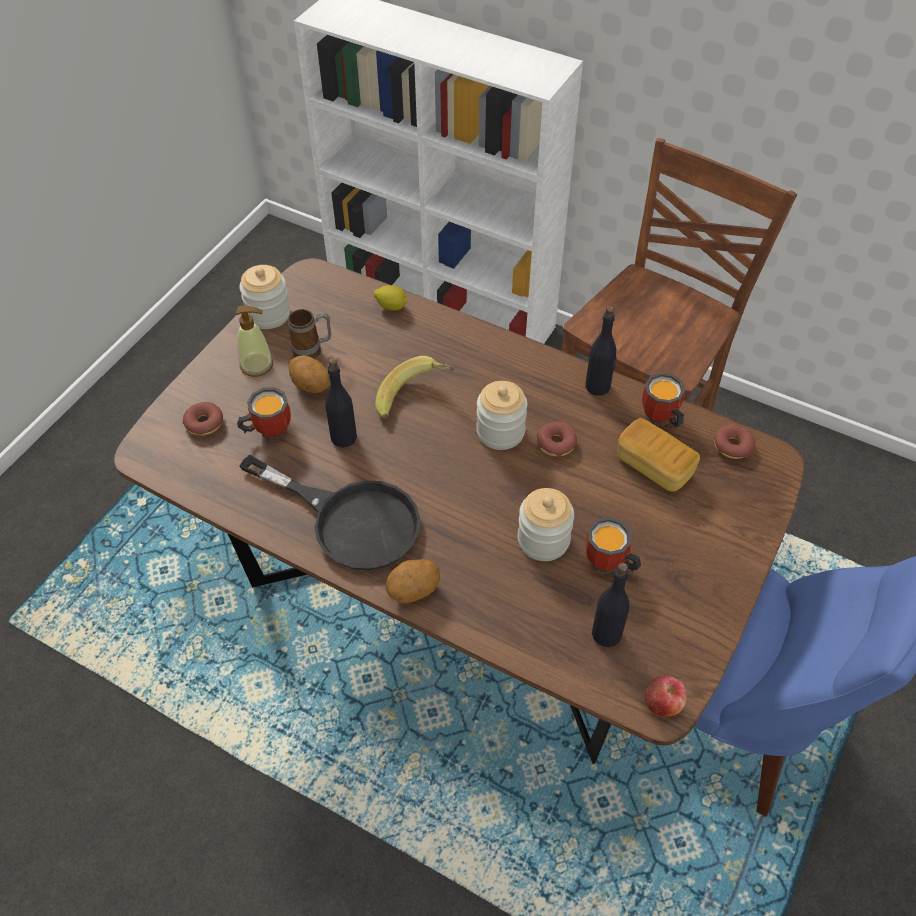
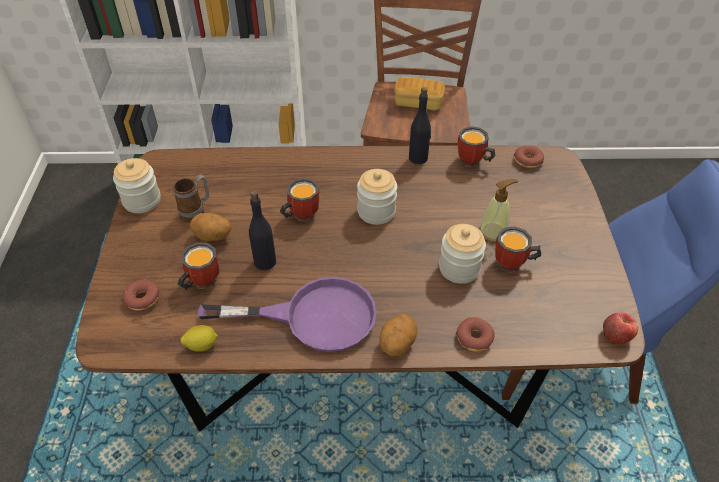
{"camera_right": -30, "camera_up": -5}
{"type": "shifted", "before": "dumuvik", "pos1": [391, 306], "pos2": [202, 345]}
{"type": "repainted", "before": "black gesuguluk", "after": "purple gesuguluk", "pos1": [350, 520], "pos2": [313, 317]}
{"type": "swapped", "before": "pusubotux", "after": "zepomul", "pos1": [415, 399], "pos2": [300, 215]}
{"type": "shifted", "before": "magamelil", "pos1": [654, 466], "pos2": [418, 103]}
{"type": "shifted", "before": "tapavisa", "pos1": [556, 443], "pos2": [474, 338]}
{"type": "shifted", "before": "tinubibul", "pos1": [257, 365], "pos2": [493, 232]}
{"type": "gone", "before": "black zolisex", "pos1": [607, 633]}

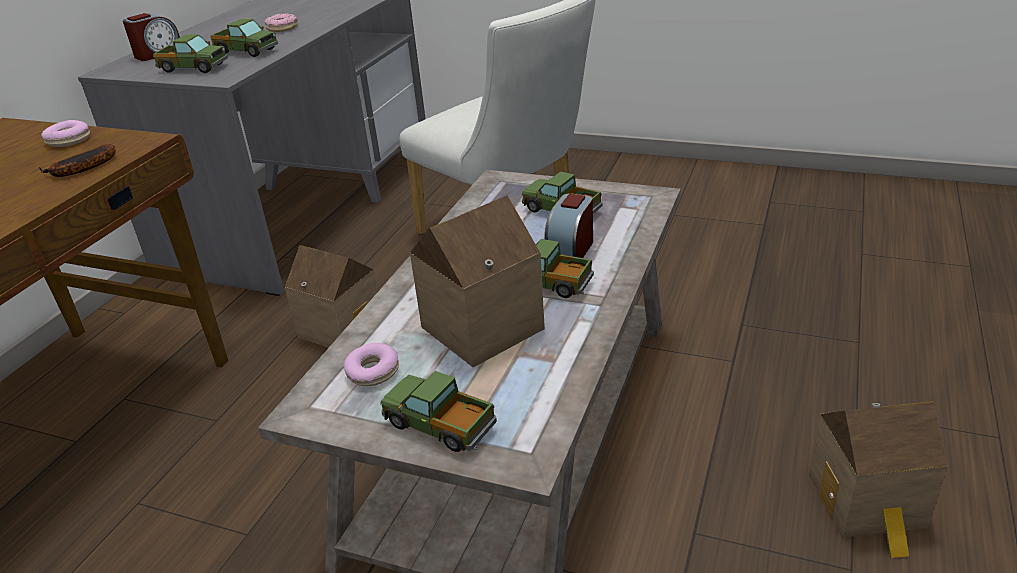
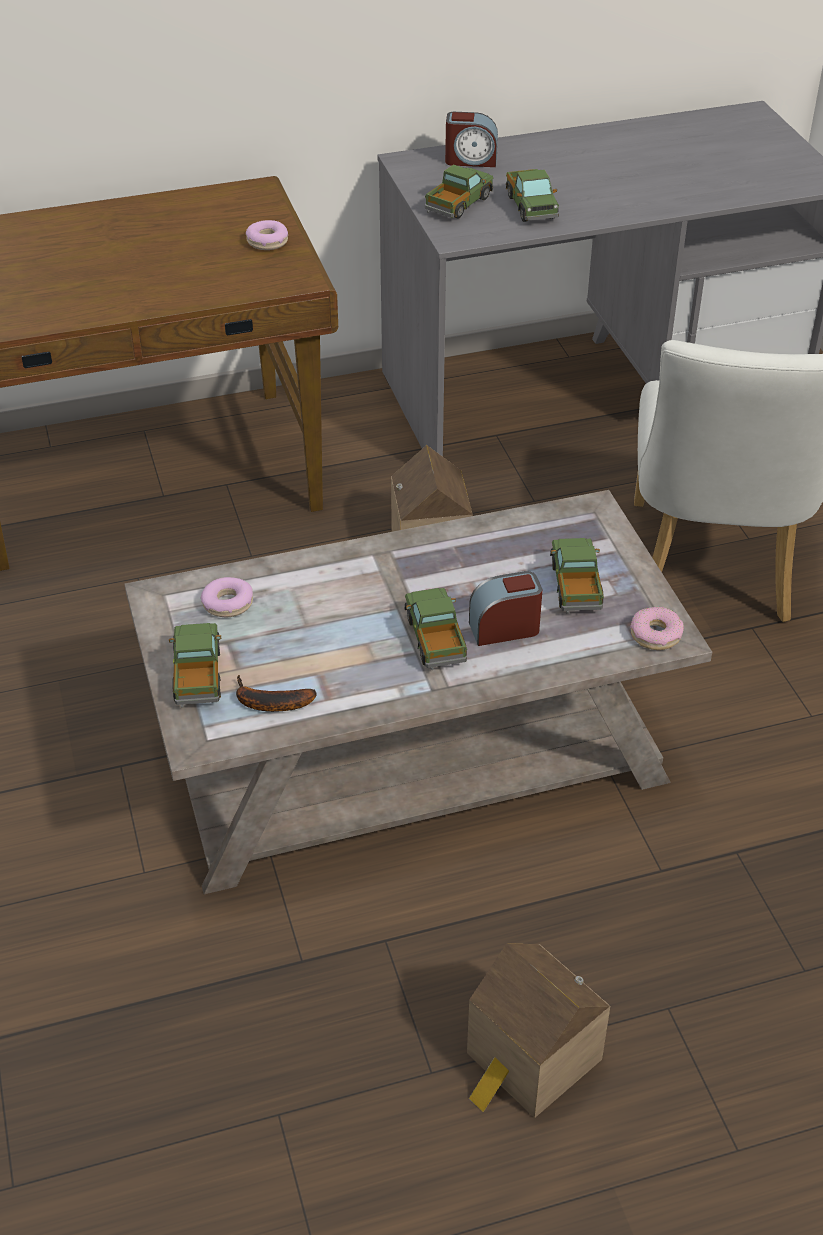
{"camera_right": 50, "camera_up": 10}
{"type": "shifted", "before": "pusubotux", "pos1": [81, 169], "pos2": [268, 703]}
{"type": "rotated", "before": "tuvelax", "pos1": [193, 68], "pos2": [459, 204], "turn": -120}
{"type": "shifted", "before": "tapavisa", "pos1": [282, 28], "pos2": [655, 634]}
{"type": "gone", "before": "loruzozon", "pos1": [477, 326]}

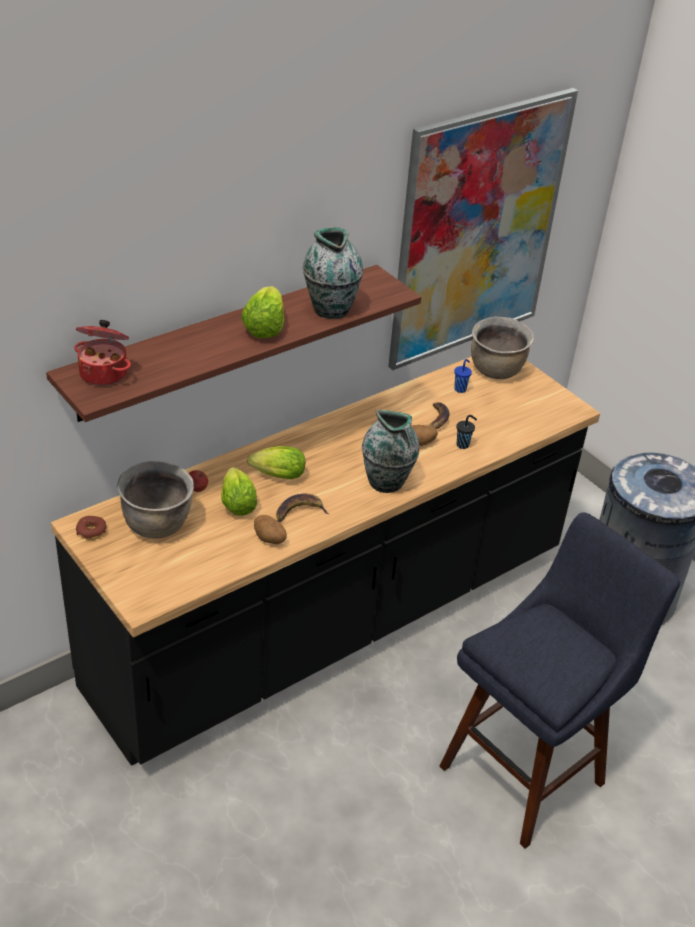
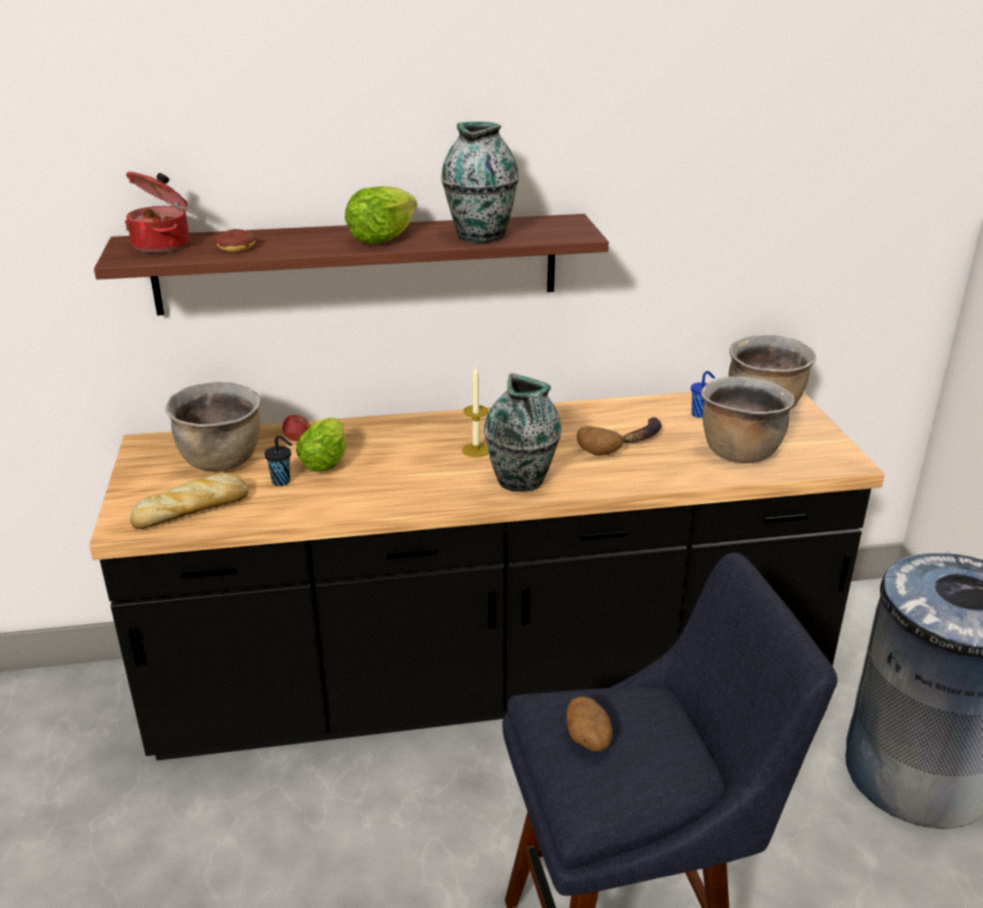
{"camera_right": 30, "camera_up": -10}
{"type": "new", "after": "magamelil", "pos2": [194, 509]}
{"type": "shifted", "before": "tapavisa", "pos1": [91, 531], "pos2": [236, 247]}
{"type": "shifted", "before": "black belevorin", "pos1": [463, 445], "pos2": [282, 481]}
{"type": "new", "after": "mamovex", "pos2": [476, 450]}
{"type": "shifted", "before": "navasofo", "pos1": [270, 539], "pos2": [589, 740]}
{"type": "new", "after": "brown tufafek", "pos2": [739, 452]}
{"type": "gone", "before": "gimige", "pos1": [275, 475]}
{"type": "gone", "before": "pusubotux", "pos1": [299, 511]}
{"type": "gone", "before": "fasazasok", "pos1": [477, 231]}

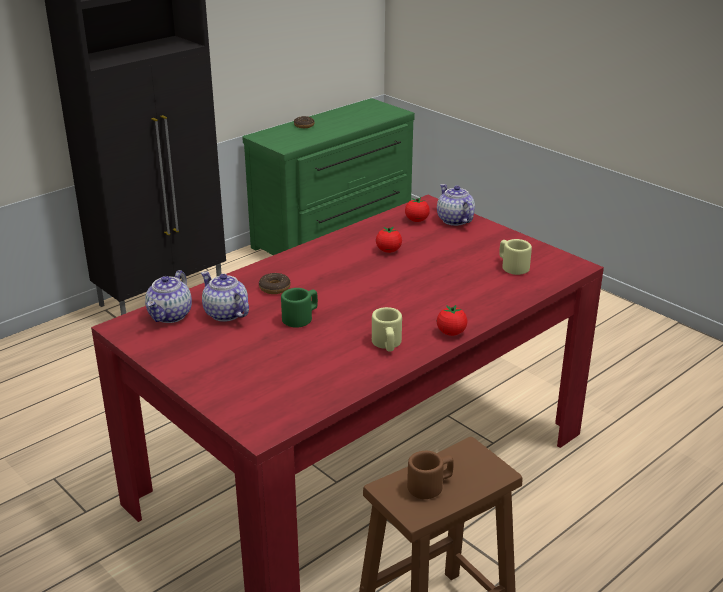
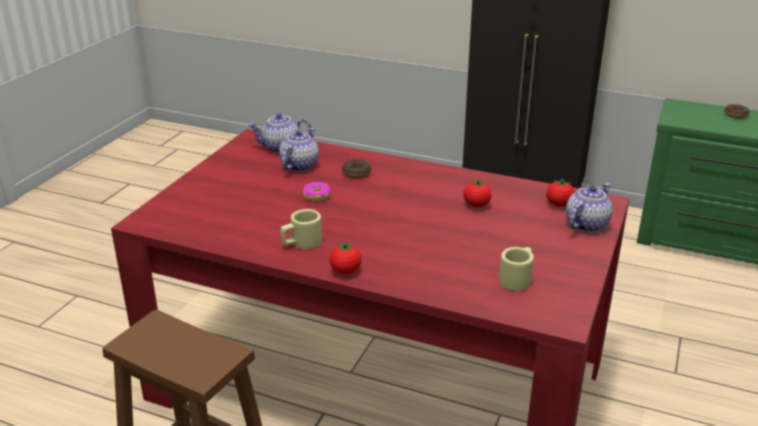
{"camera_right": 65, "camera_up": 0}
{"type": "swapped", "before": "green zepomul", "after": "tapavisa", "pos1": [301, 318], "pos2": [316, 196]}
{"type": "gone", "before": "brown zepomul", "pos1": [430, 485]}

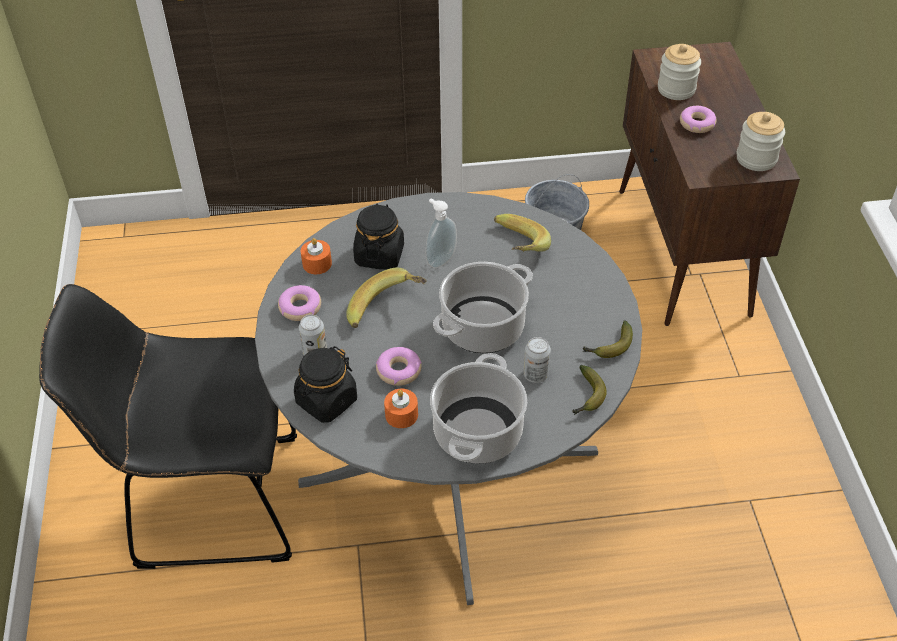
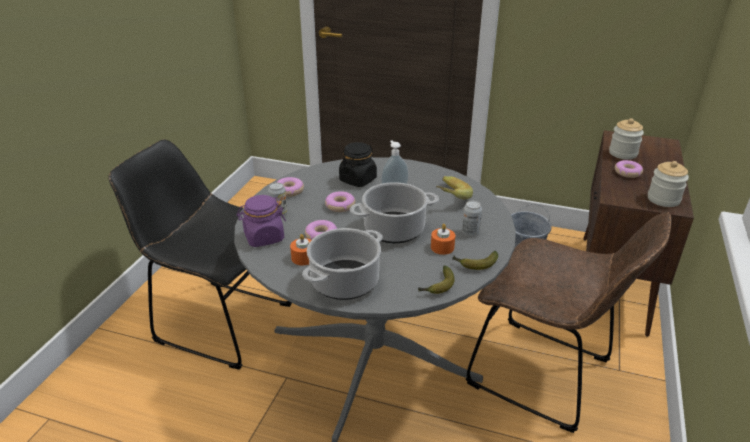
{"camera_right": 25, "camera_up": -15}
{"type": "repainted", "before": "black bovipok", "after": "purple bovipok", "pos1": [326, 401], "pos2": [264, 237]}
{"type": "swapped", "before": "pusubotux", "after": "tapavisa", "pos1": [387, 311], "pos2": [340, 206]}
{"type": "shifted", "before": "orange mamovex", "pos1": [317, 263], "pos2": [442, 247]}
{"type": "shifted", "before": "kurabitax", "pos1": [535, 375], "pos2": [470, 232]}
{"type": "new", "after": "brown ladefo", "pos2": [546, 376]}

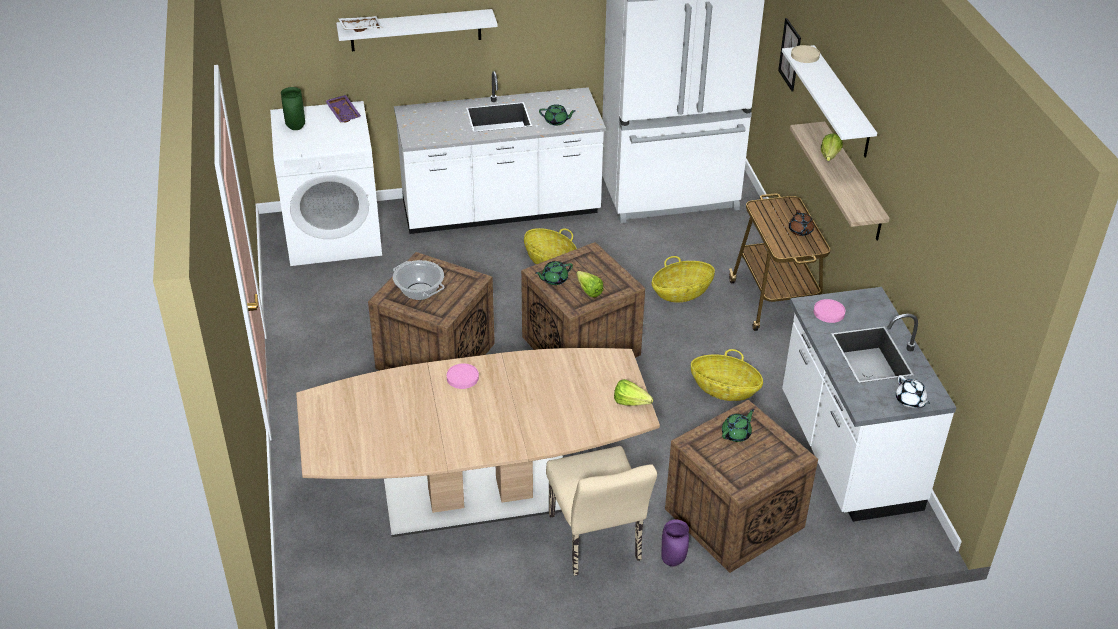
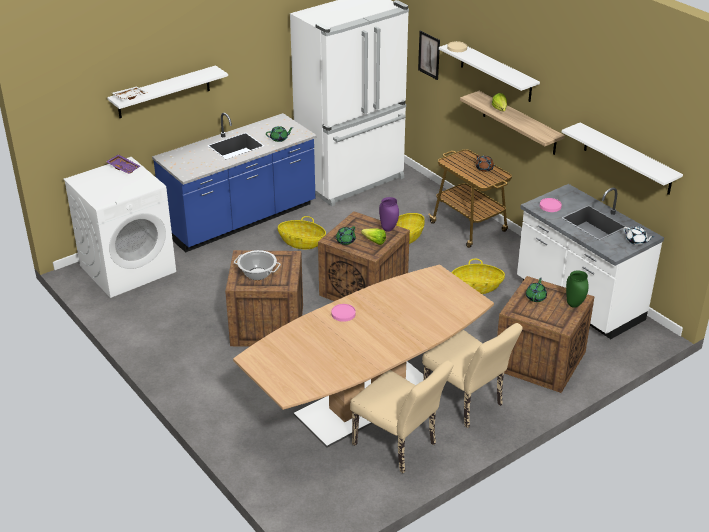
{"camera_right": -25, "camera_up": -5}
{"type": "repainted", "before": "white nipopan", "after": "blue nipopan", "pos1": [501, 210], "pos2": [241, 220]}
{"type": "new", "after": "beige ladefo", "pos2": [399, 447]}
{"type": "shifted", "before": "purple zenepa", "pos1": [673, 562], "pos2": [389, 229]}
{"type": "new", "after": "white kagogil", "pos2": [627, 159]}
{"type": "shifted", "before": "green zenepa", "pos1": [295, 127], "pos2": [574, 305]}
{"type": "gone", "before": "gimige", "pos1": [633, 404]}

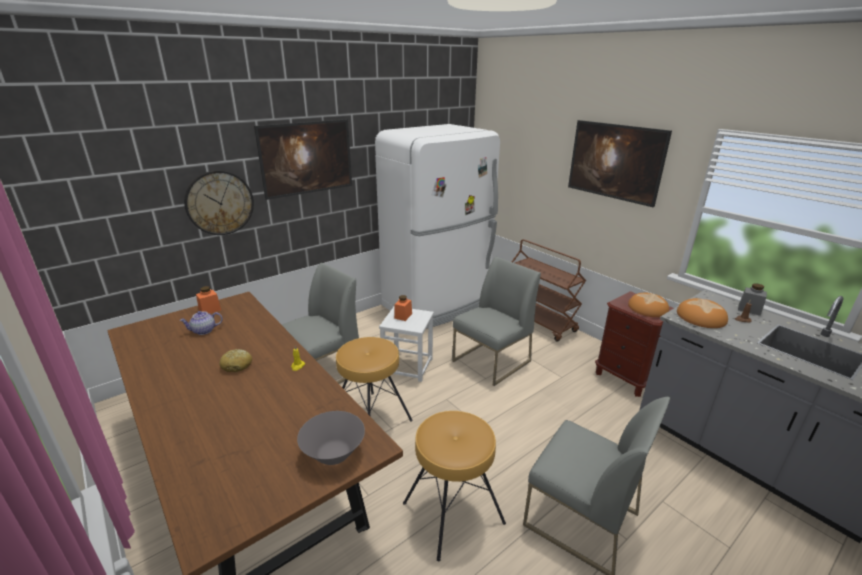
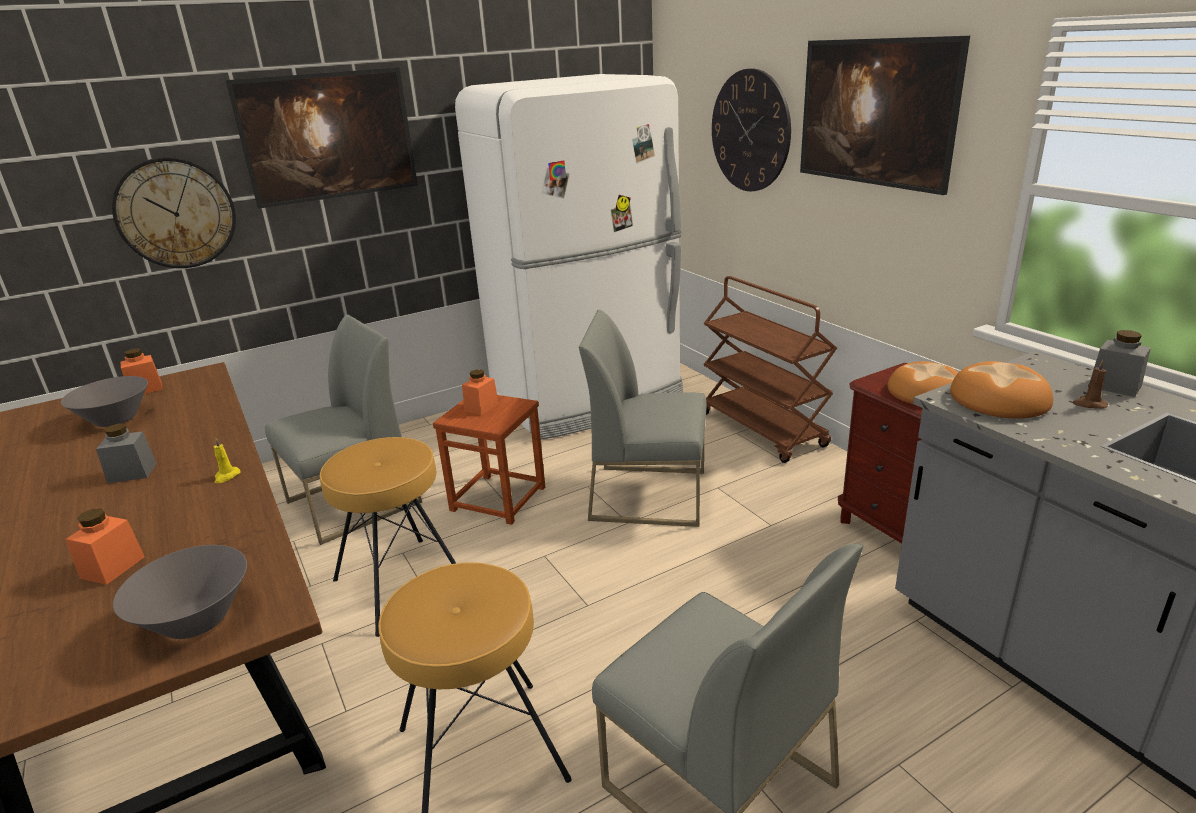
{"camera_right": 10, "camera_up": 0}
{"type": "swapped", "before": "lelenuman", "after": "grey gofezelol", "pos1": [203, 331], "pos2": [116, 420]}
{"type": "new", "after": "orange bovipok", "pos2": [113, 567]}
{"type": "swapped", "before": "magamelil", "after": "grey bovipok", "pos1": [237, 365], "pos2": [132, 473]}
{"type": "repainted", "before": "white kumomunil", "after": "brown kumomunil", "pos1": [408, 366], "pos2": [499, 498]}
{"type": "rotated", "before": "grey ladefo", "pos1": [491, 361], "pos2": [649, 494], "turn": -135}
{"type": "new", "after": "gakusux", "pos2": [750, 131]}

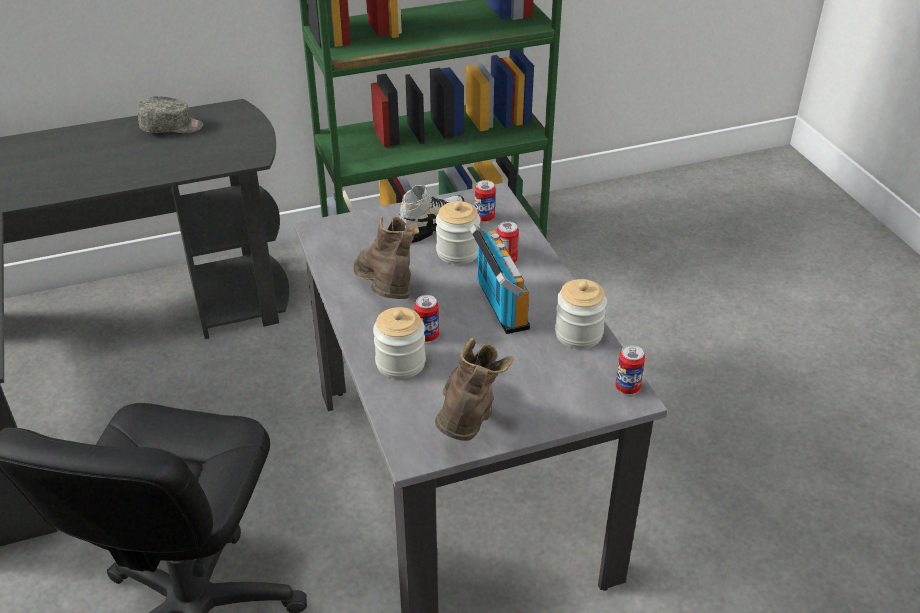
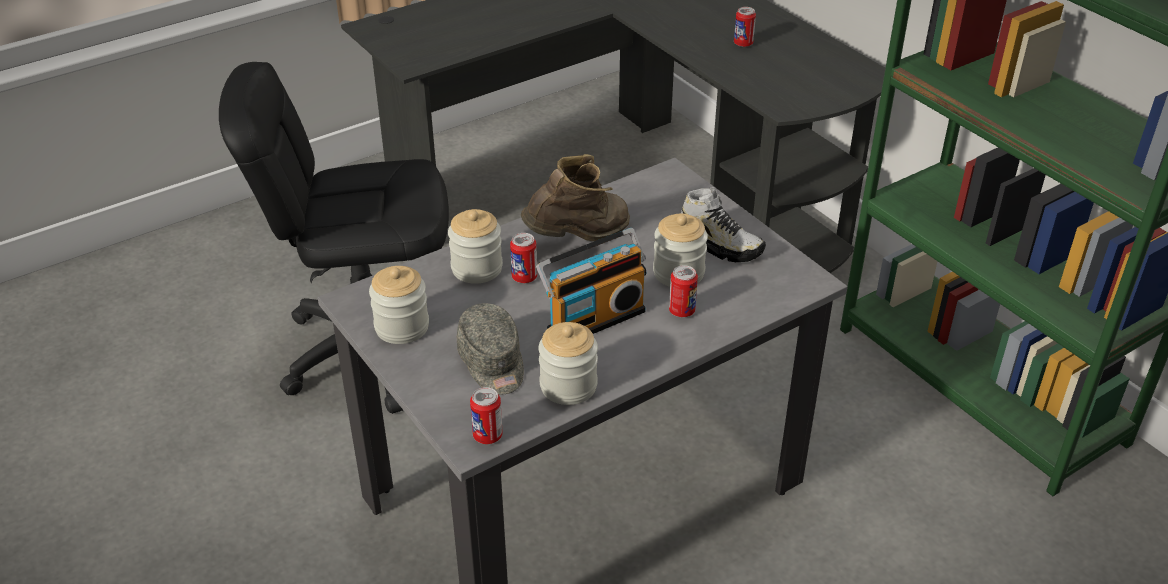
{"camera_right": 75, "camera_up": 0}
{"type": "swapped", "before": "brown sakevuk", "after": "bovipok", "pos1": [468, 423], "pos2": [402, 327]}
{"type": "shifted", "before": "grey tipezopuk", "pos1": [172, 127], "pos2": [492, 363]}
{"type": "shifted", "before": "kurabitax", "pos1": [484, 217], "pos2": [743, 44]}

